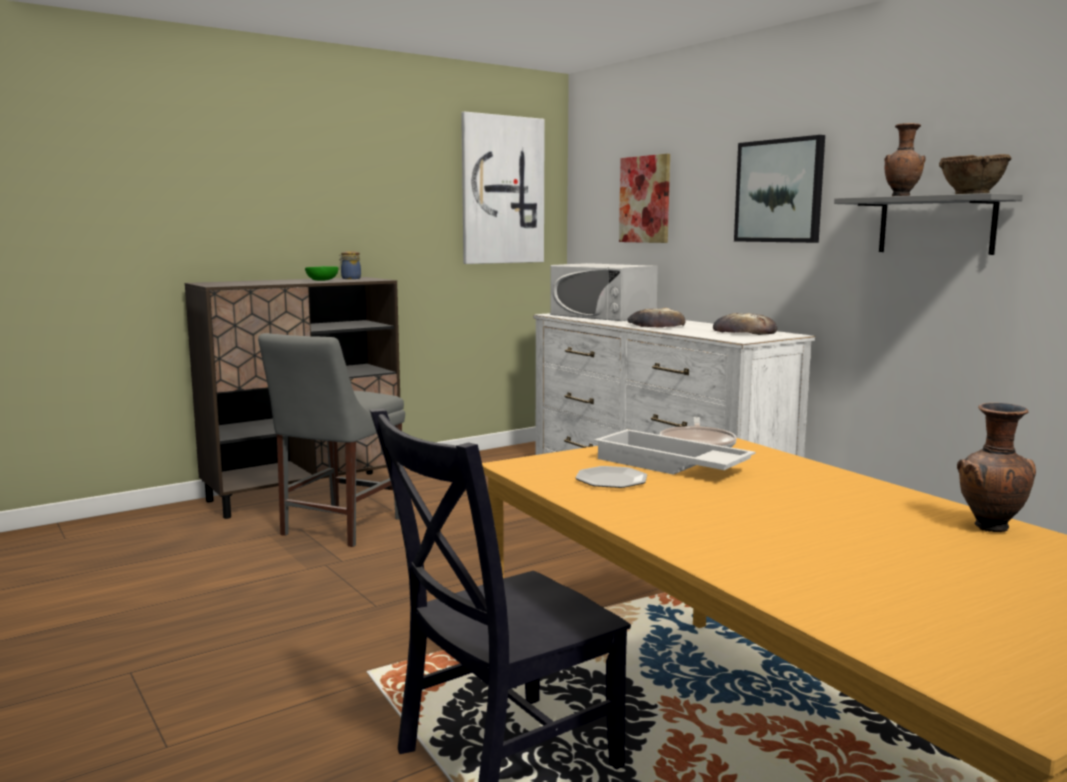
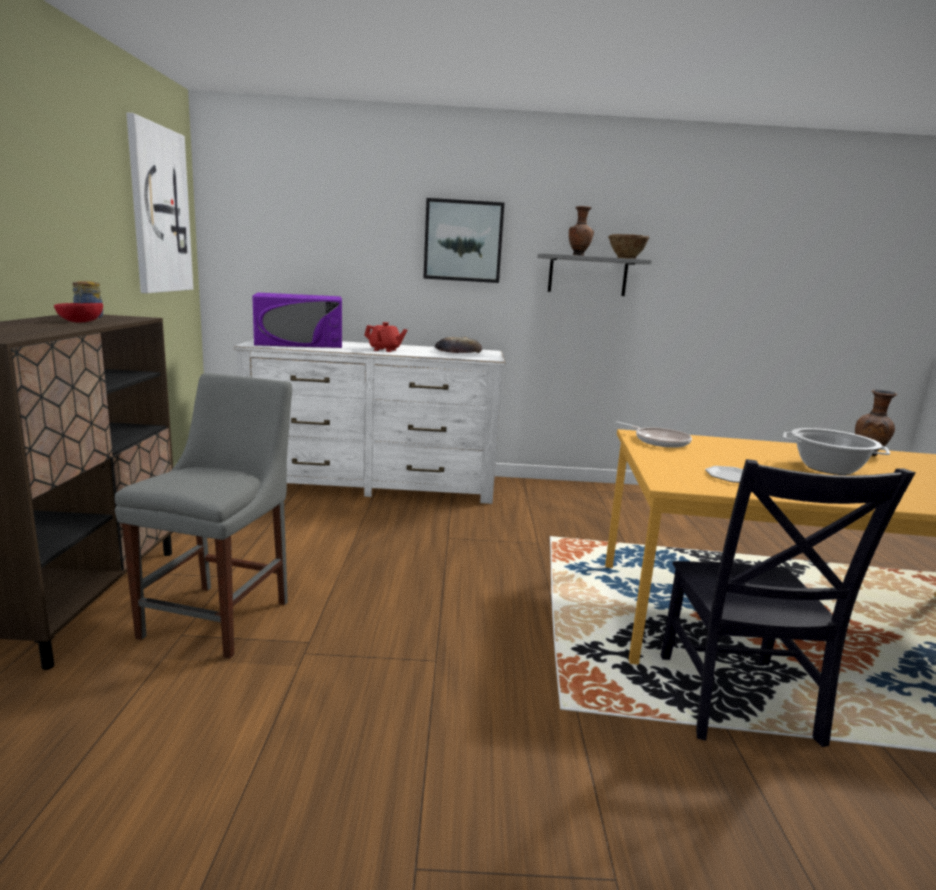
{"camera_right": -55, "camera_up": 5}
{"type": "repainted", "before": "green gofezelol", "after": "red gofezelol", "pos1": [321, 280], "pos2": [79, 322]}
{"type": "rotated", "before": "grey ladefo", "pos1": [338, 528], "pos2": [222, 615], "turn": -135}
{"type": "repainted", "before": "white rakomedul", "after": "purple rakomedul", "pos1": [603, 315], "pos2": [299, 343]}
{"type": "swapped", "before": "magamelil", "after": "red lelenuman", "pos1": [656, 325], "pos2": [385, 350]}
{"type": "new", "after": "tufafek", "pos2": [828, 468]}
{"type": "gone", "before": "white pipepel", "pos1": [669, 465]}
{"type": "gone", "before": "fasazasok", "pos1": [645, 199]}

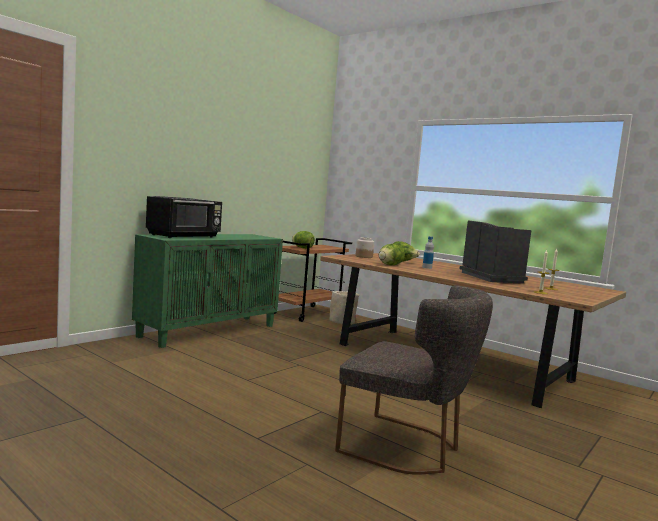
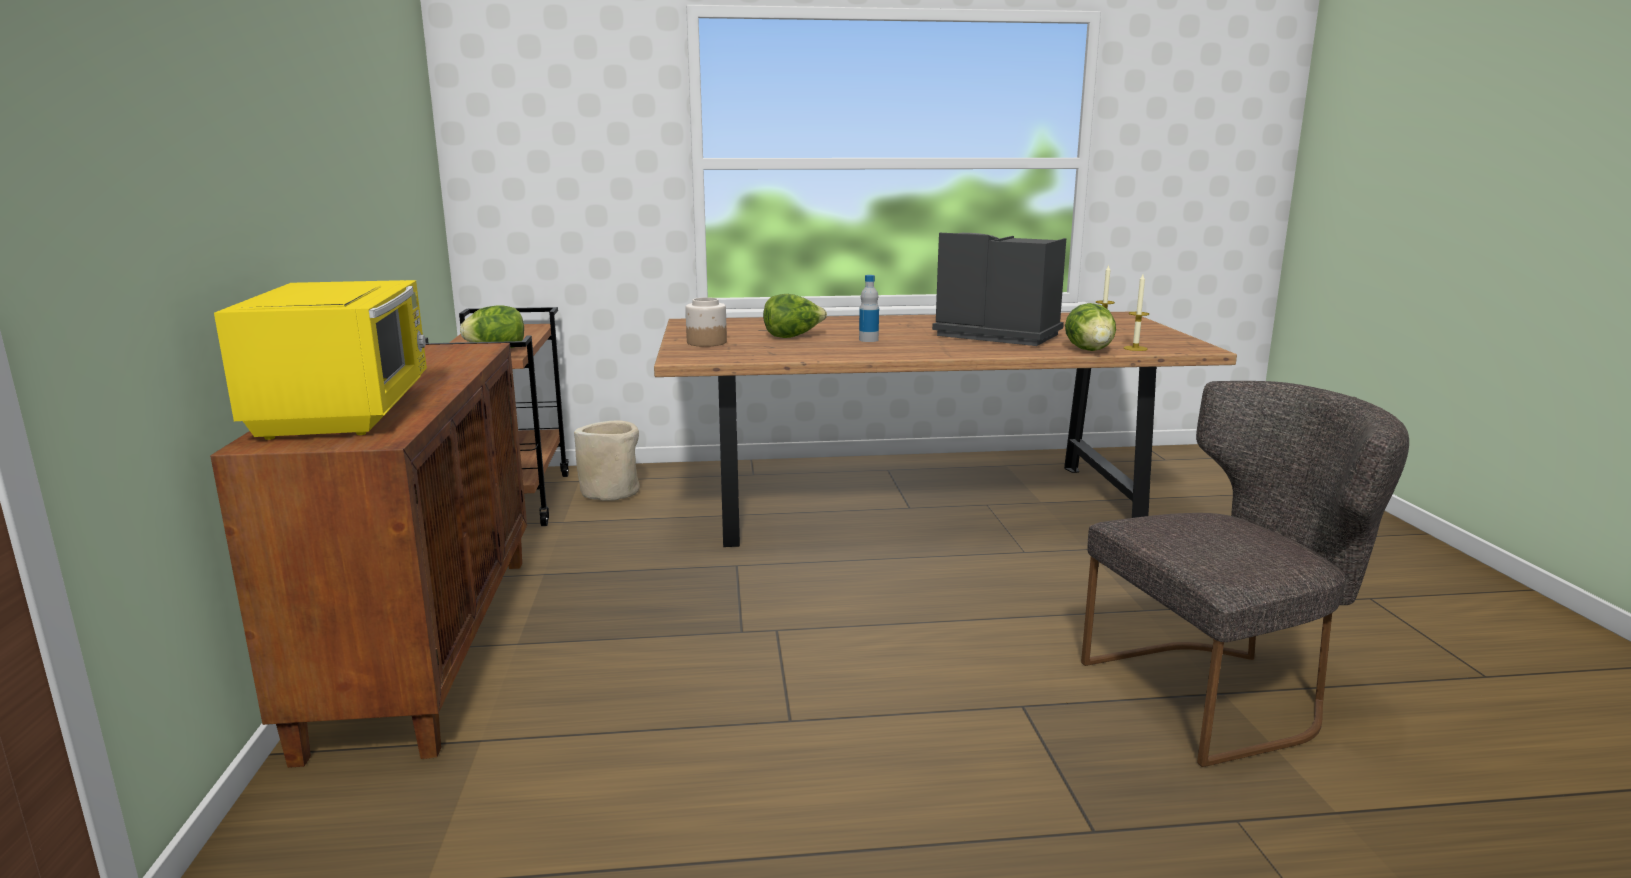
{"camera_right": -45, "camera_up": 10}
{"type": "repainted", "before": "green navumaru", "after": "brown navumaru", "pos1": [209, 330], "pos2": [426, 644]}
{"type": "repainted", "before": "black rakomedul", "after": "yellow rakomedul", "pos1": [184, 236], "pos2": [347, 412]}
{"type": "shifted", "before": "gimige", "pos1": [390, 265], "pos2": [1089, 350]}

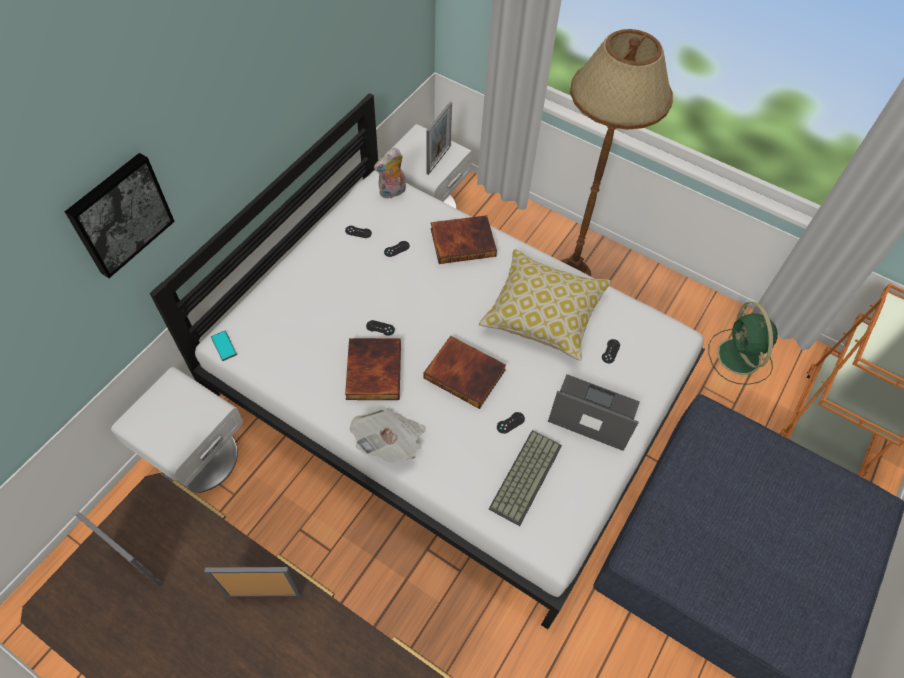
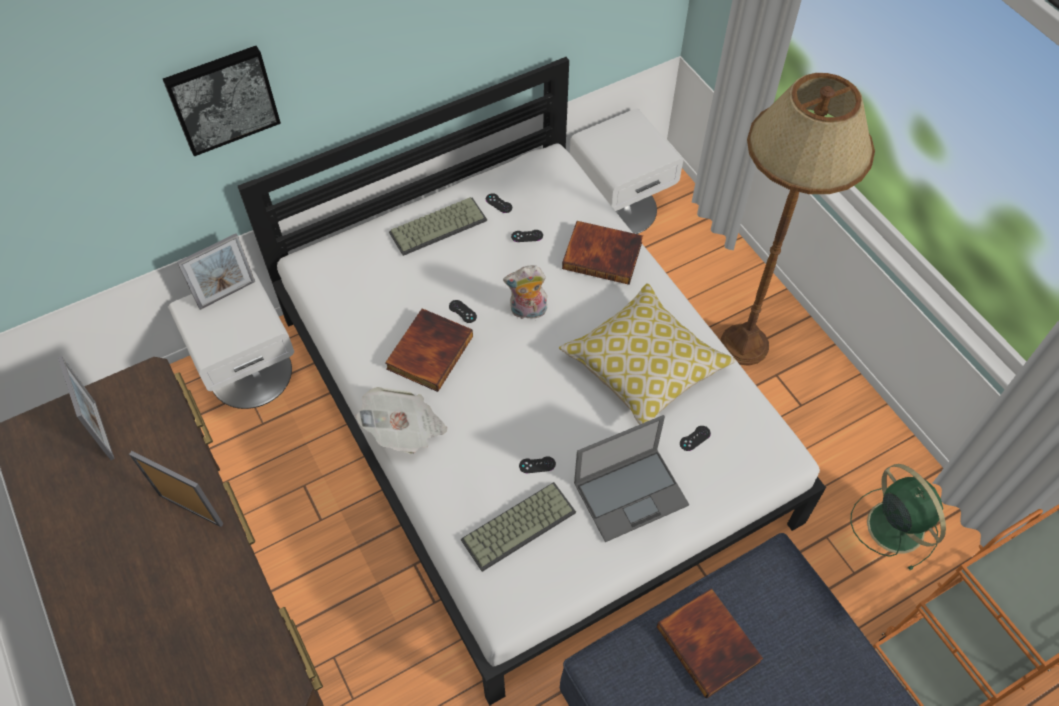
{"camera_right": 30, "camera_up": 0}
{"type": "shifted", "before": "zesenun", "pos1": [438, 160], "pos2": [227, 294]}
{"type": "new", "after": "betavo", "pos2": [438, 225]}
{"type": "shifted", "before": "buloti", "pos1": [392, 192], "pos2": [527, 312]}
{"type": "rotated", "before": "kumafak", "pos1": [592, 412], "pos2": [631, 493], "turn": 105}
{"type": "shifted", "before": "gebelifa", "pos1": [465, 373], "pos2": [710, 643]}
{"type": "rotated", "before": "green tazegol", "pos1": [739, 358], "pos2": [893, 524], "turn": 135}
{"type": "gone", "before": "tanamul", "pos1": [224, 346]}

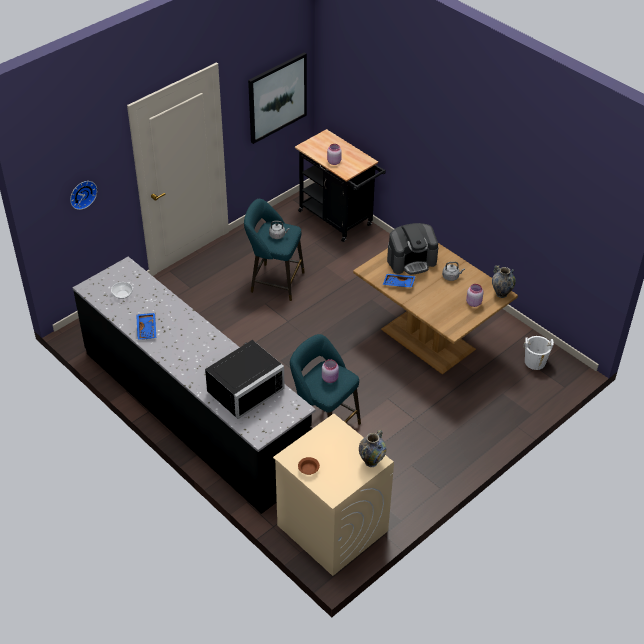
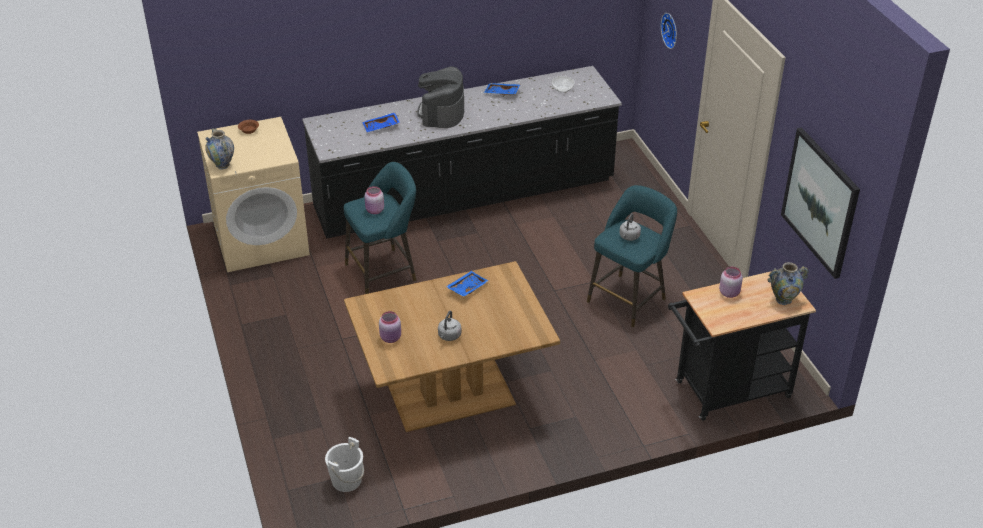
{"camera_right": 115, "camera_up": -5}
{"type": "swapped", "before": "black rakomedul", "after": "blue pipepel", "pos1": [242, 388], "pos2": [381, 127]}
{"type": "shifted", "before": "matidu", "pos1": [411, 260], "pos2": [441, 113]}
{"type": "shifted", "before": "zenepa", "pos1": [501, 294], "pos2": [783, 300]}

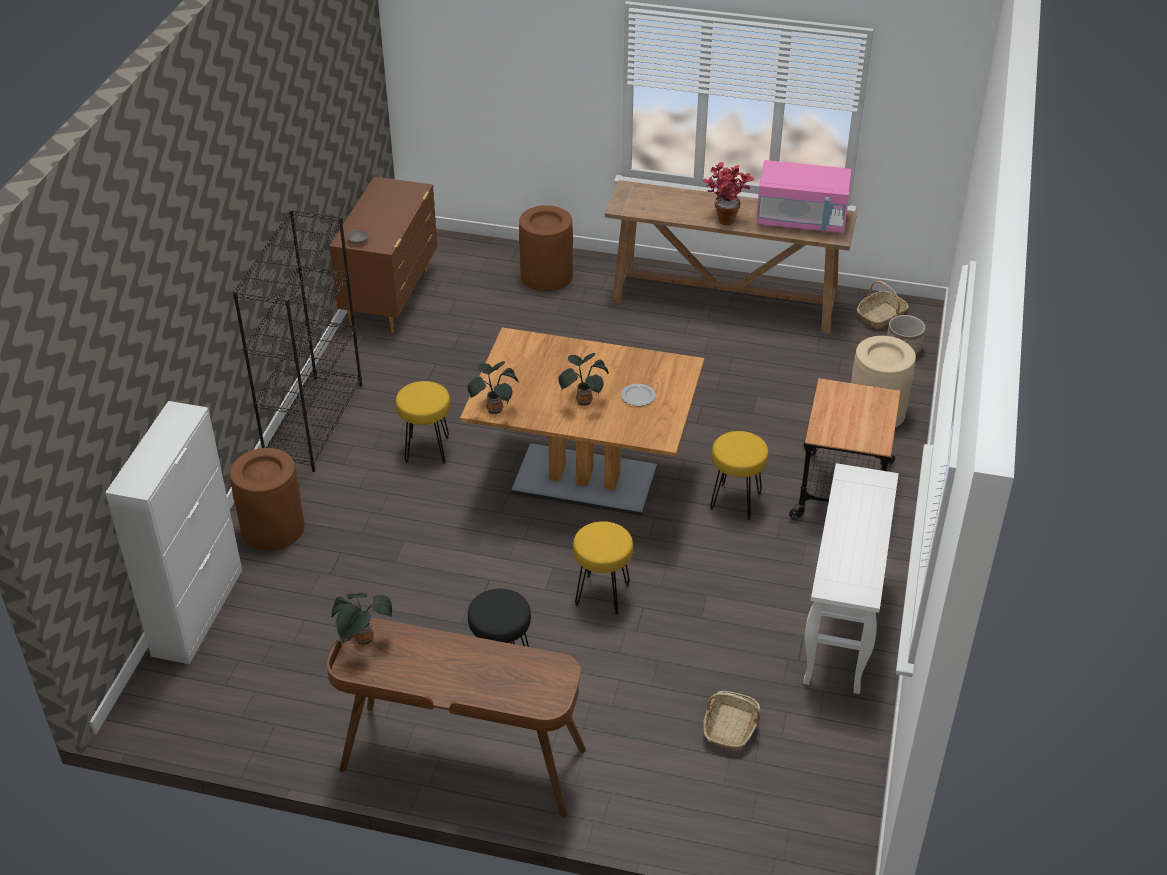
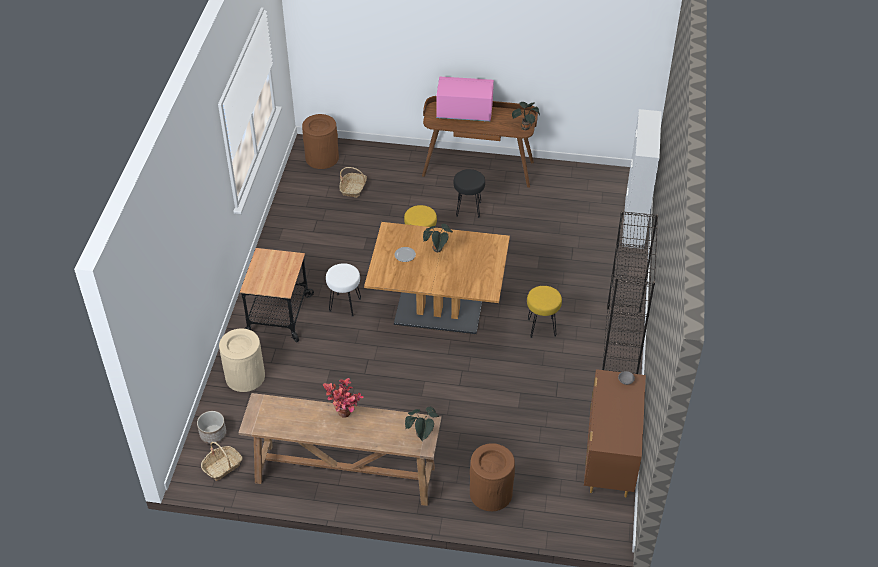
{"camera_right": 175, "camera_up": 5}
{"type": "shifted", "before": "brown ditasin", "pos1": [272, 528], "pos2": [322, 158]}
{"type": "repainted", "before": "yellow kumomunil", "after": "white kumomunil", "pos1": [736, 501], "pos2": [345, 304]}
{"type": "shifted", "before": "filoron", "pos1": [494, 408], "pos2": [422, 436]}
{"type": "shifted", "before": "pink rakomedul", "pos1": [801, 220], "pos2": [464, 112]}
{"type": "gone", "before": "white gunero", "pos1": [841, 628]}

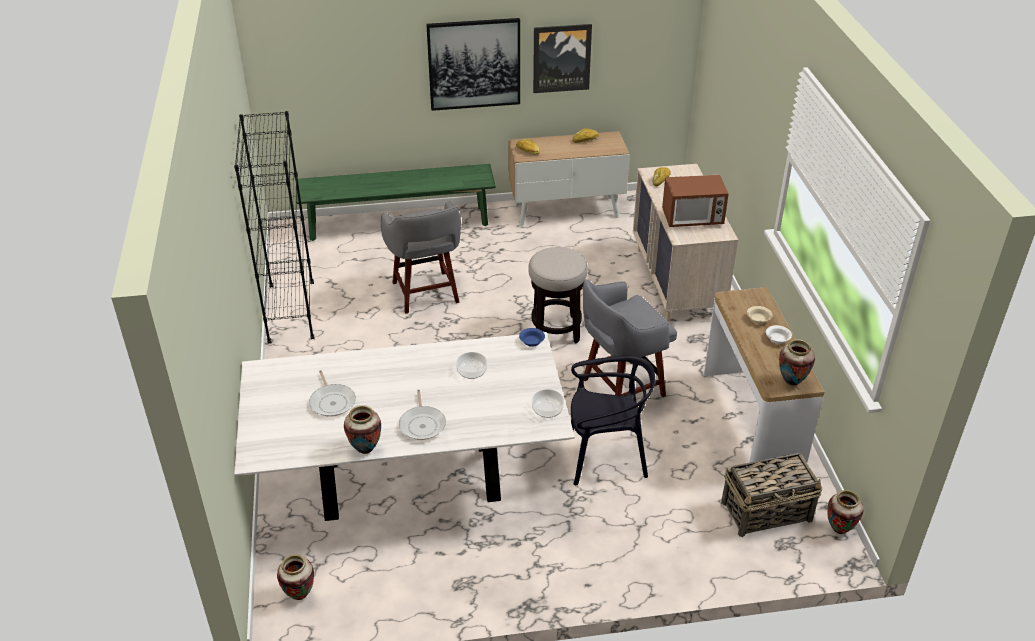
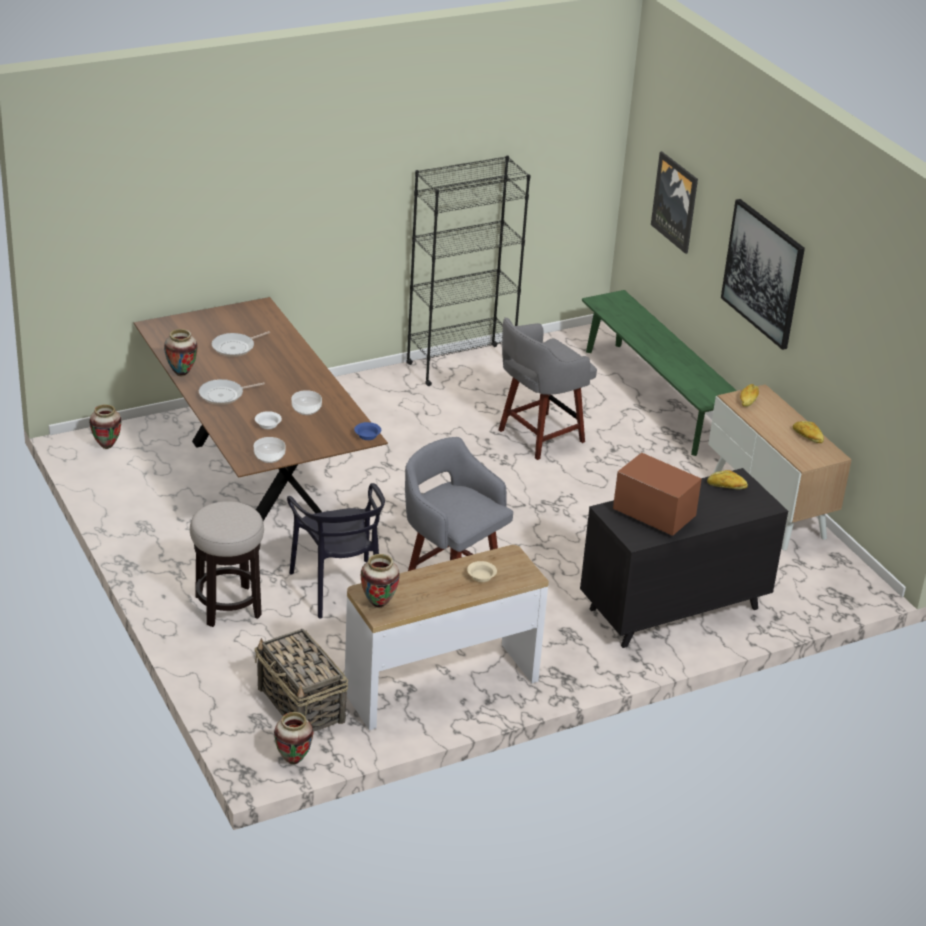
{"camera_right": 70, "camera_up": -5}
{"type": "repainted", "before": "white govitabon", "after": "brown govitabon", "pos1": [409, 482], "pos2": [255, 476]}
{"type": "shifted", "before": "kumomunil", "pos1": [556, 330], "pos2": [228, 606]}
{"type": "shifted", "before": "white gofezelol", "pos1": [777, 338], "pos2": [268, 425]}
{"type": "repainted", "before": "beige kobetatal", "after": "black kobetatal", "pos1": [676, 282], "pos2": [673, 609]}
{"type": "rotated", "before": "rakomedul", "pos1": [692, 219], "pos2": [654, 515], "turn": 150}
{"type": "shifted", "before": "fasazasok", "pos1": [561, 58], "pos2": [675, 202]}

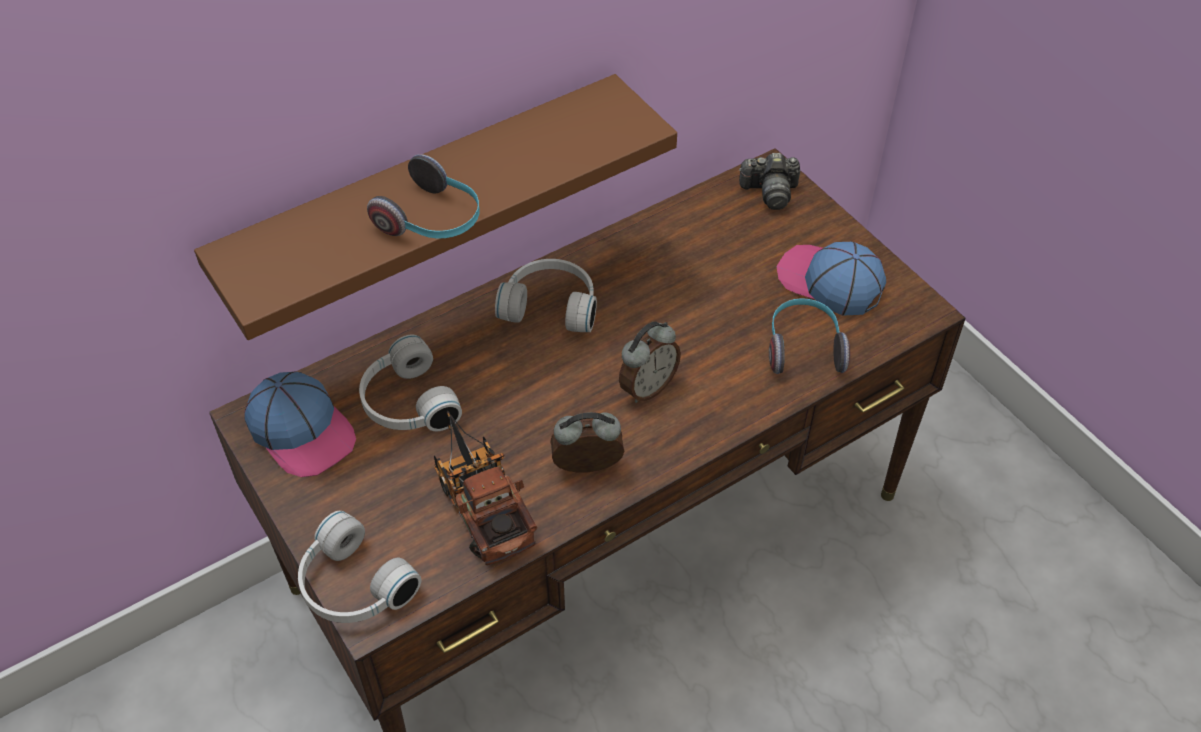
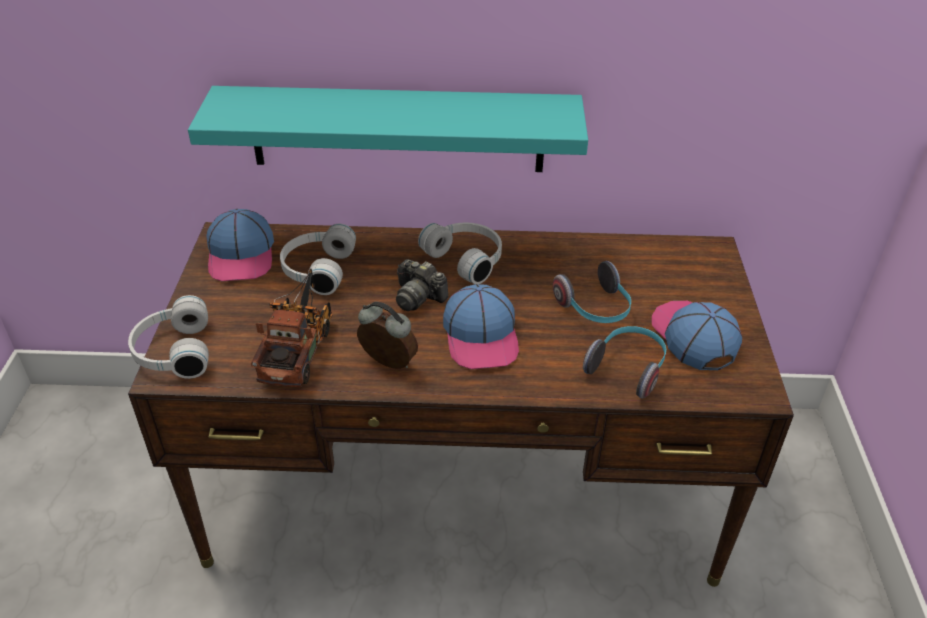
{"camera_right": 35, "camera_up": -10}
{"type": "repainted", "before": "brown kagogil", "after": "turquoise kagogil", "pos1": [424, 197], "pos2": [397, 129]}
{"type": "shifted", "before": "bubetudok", "pos1": [770, 192], "pos2": [418, 297]}
{"type": "swapped", "before": "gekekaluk", "after": "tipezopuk", "pos1": [647, 387], "pos2": [481, 336]}
{"type": "shifted", "before": "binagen", "pos1": [433, 220], "pos2": [595, 309]}

